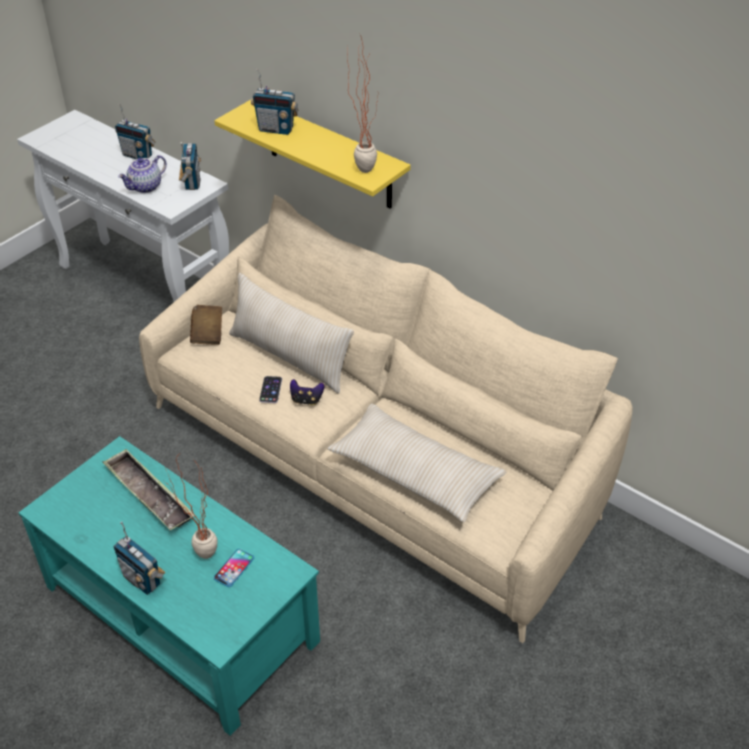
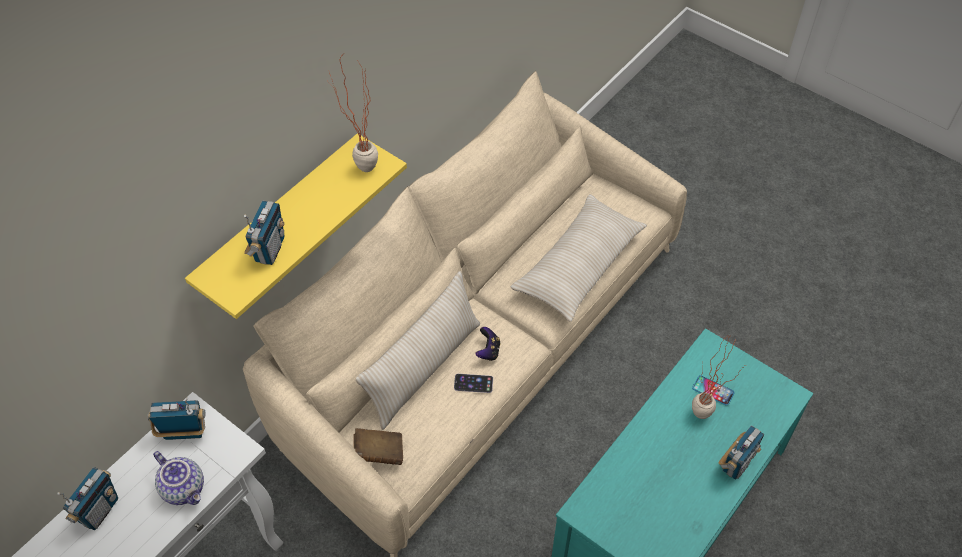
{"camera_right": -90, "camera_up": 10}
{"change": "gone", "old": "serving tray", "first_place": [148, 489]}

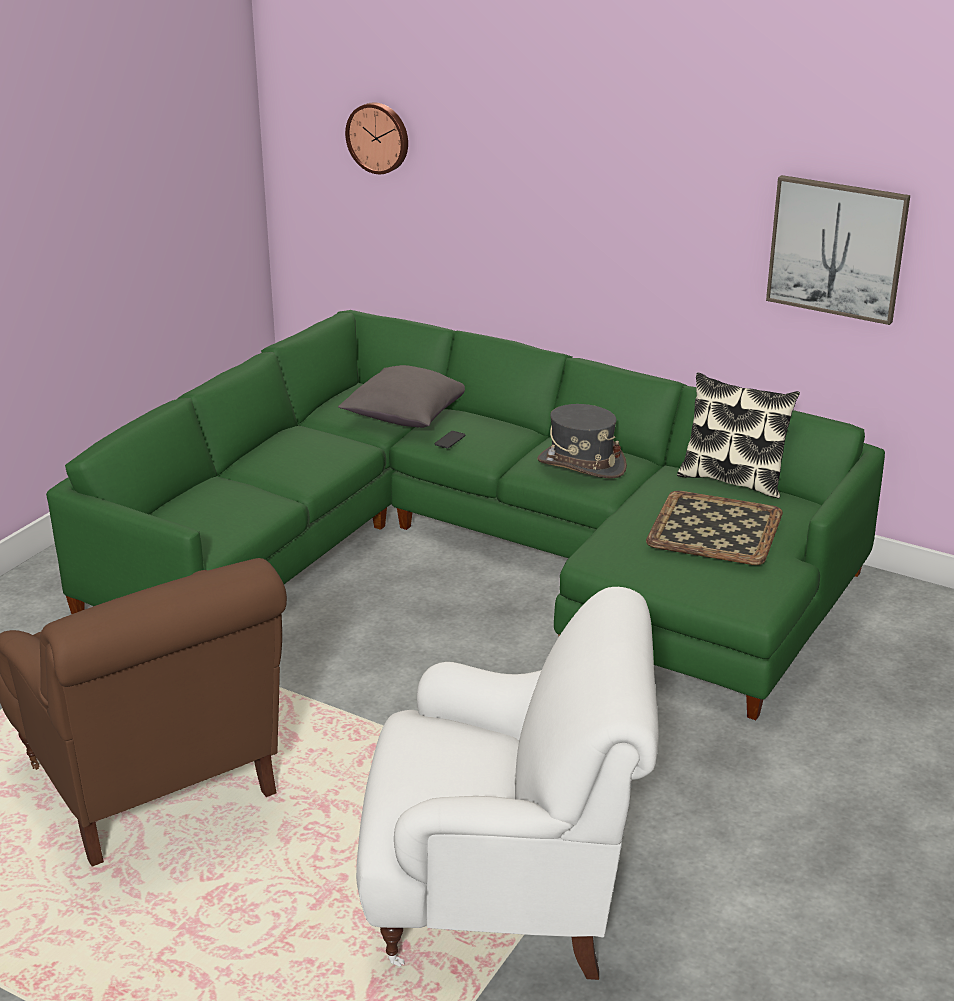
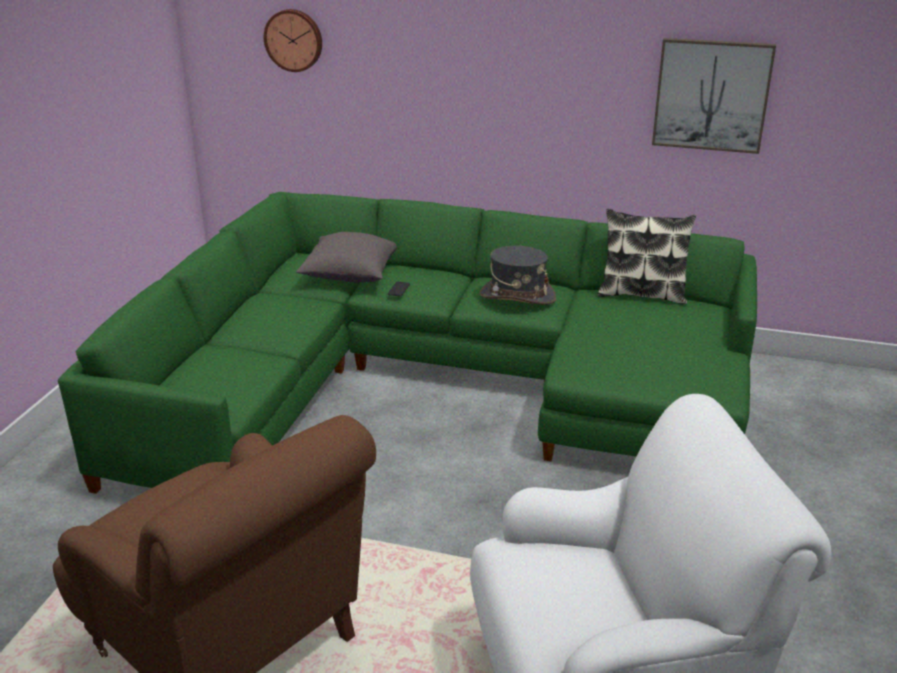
{"camera_right": -15, "camera_up": 0}
{"change": "gone", "old": "serving tray", "first_place": [714, 528]}

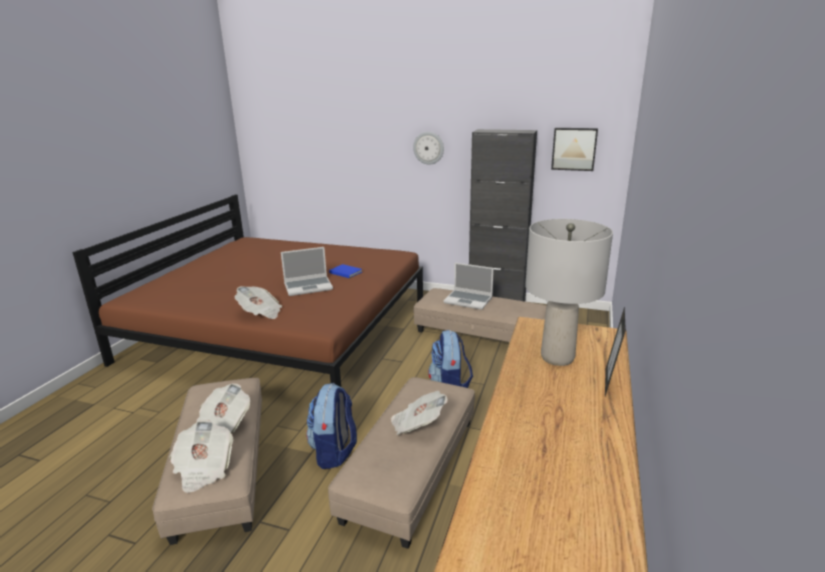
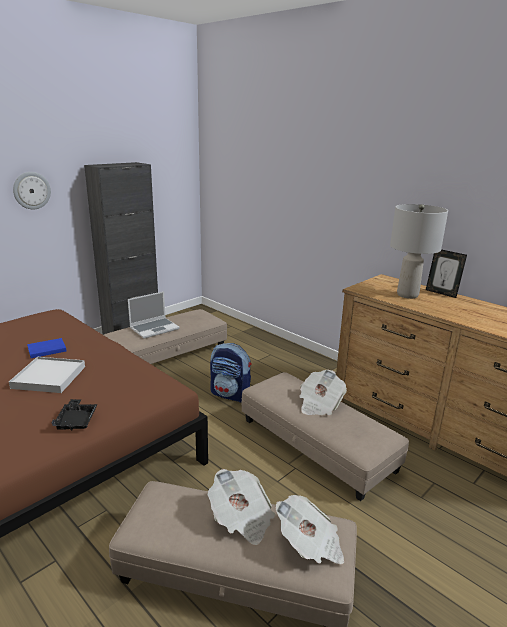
{"camera_right": -65, "camera_up": 0}
{"change": "swapped", "old": "newspaper", "new": "serving tray (blackish)", "first_place": [258, 302], "second_place": [74, 415]}
{"change": "swapped", "old": "laptop", "new": "serving tray (white)", "first_place": [307, 271], "second_place": [47, 375]}
{"change": "gone", "old": "rucksack", "first_place": [331, 426]}
{"change": "gone", "old": "wall art", "first_place": [574, 149]}

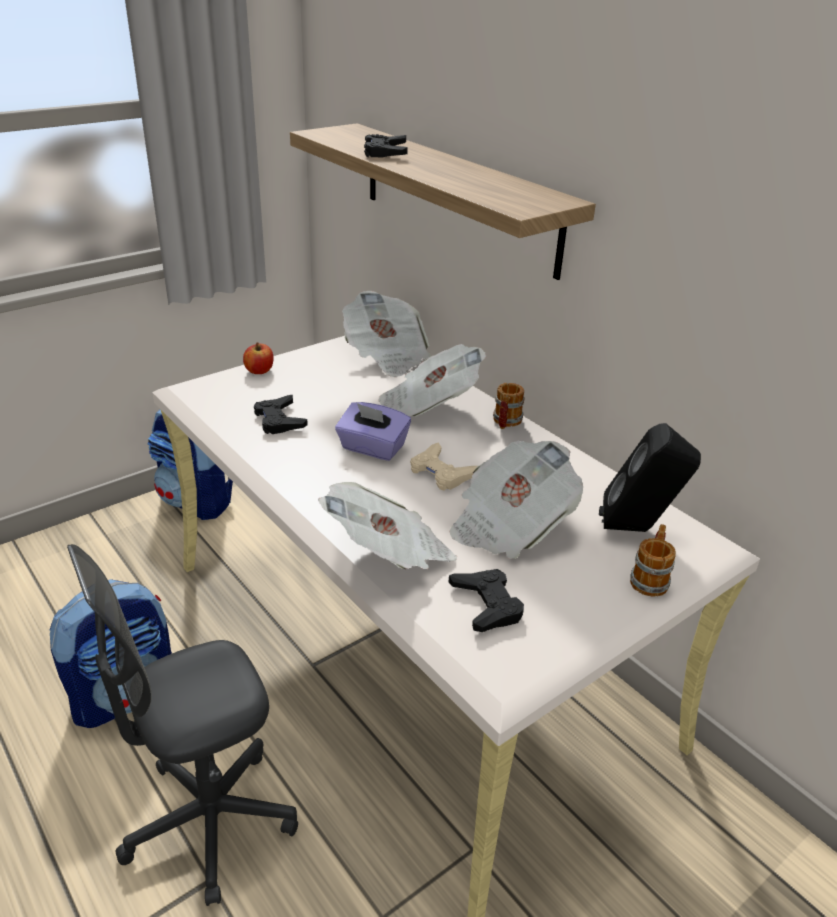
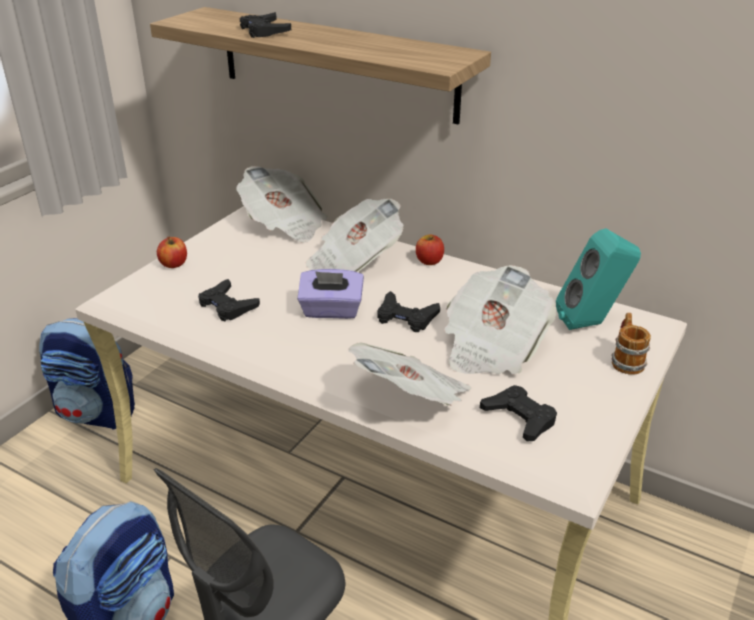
{"camera_right": -20, "camera_up": 0}
{"change": "repainted", "old": "gamepad (beige-coloured)", "new": "gamepad (blackish)", "first_place": [443, 467], "second_place": [409, 311]}
{"change": "swapped", "old": "mug", "new": "whole apple", "first_place": [509, 406], "second_place": [430, 250]}
{"change": "repainted", "old": "audio speaker (blackish)", "new": "audio speaker (turquoise)", "first_place": [650, 477], "second_place": [598, 279]}

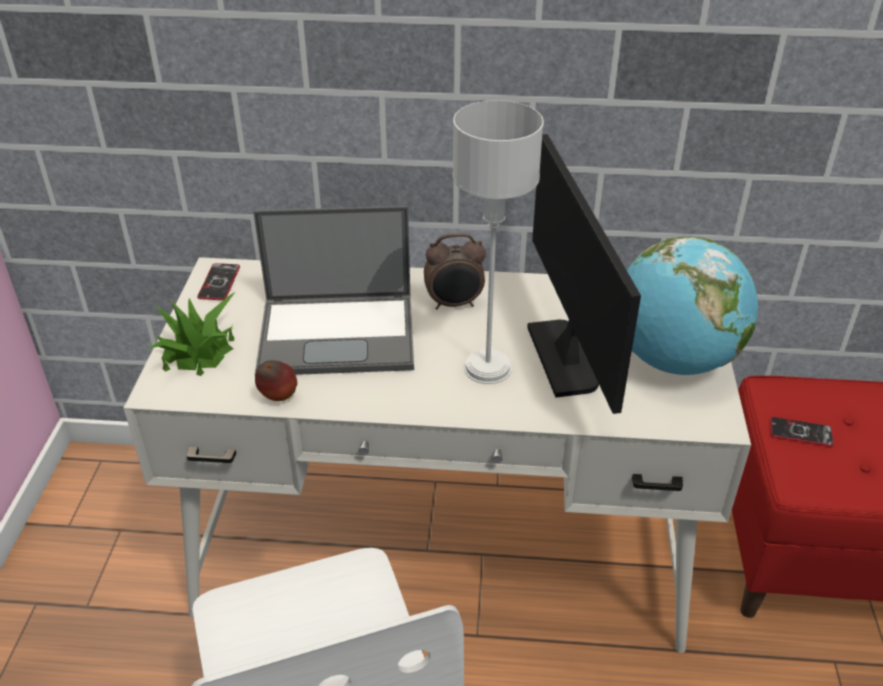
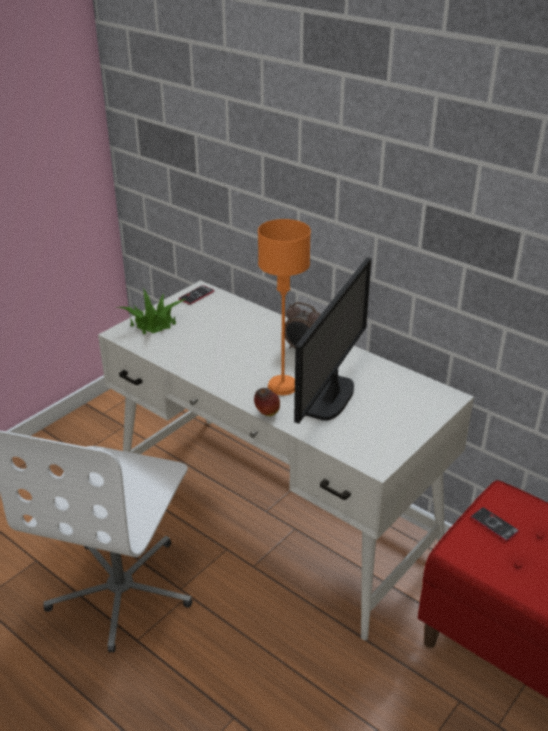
{"camera_right": 35, "camera_up": -5}
{"change": "gone", "old": "laptop", "first_place": [333, 290]}
{"change": "shifted", "old": "whole apple", "first_place": [276, 380], "second_place": [267, 402]}
{"change": "repainted", "old": "lamp for a table (gray)", "new": "lamp for a table (orangey)", "first_place": [498, 242], "second_place": [284, 307]}
{"change": "gone", "old": "globe", "first_place": [692, 305]}

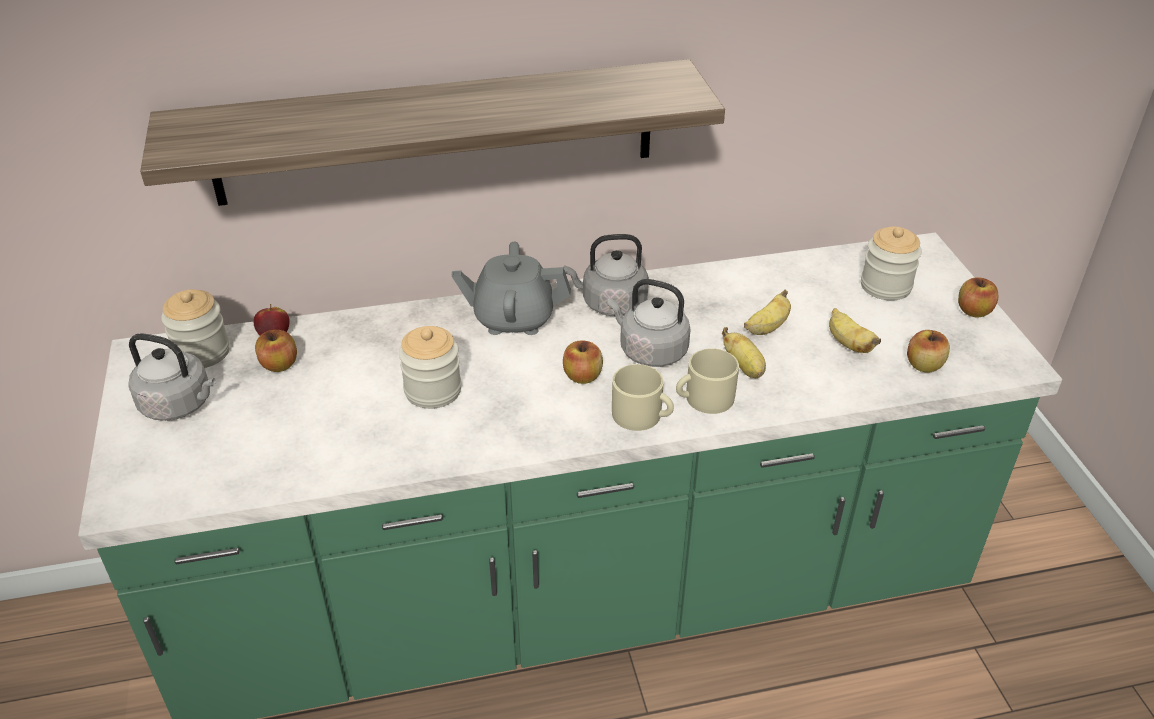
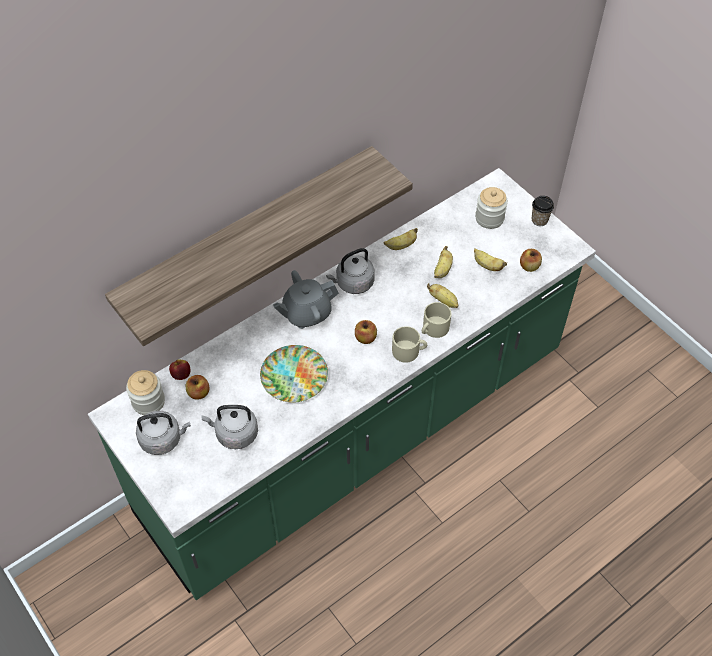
{"camera_right": -25, "camera_up": 15}
{"change": "swapped", "old": "preserve jar", "new": "dinner plate", "first_place": [430, 367], "second_place": [294, 374]}
{"change": "shifted", "old": "kettle (gray)", "first_place": [648, 323], "second_place": [229, 427]}
{"change": "swapped", "old": "whole apple", "new": "cup", "first_place": [978, 297], "second_place": [543, 211]}
{"change": "new", "new": "banana", "second_place": [401, 239]}

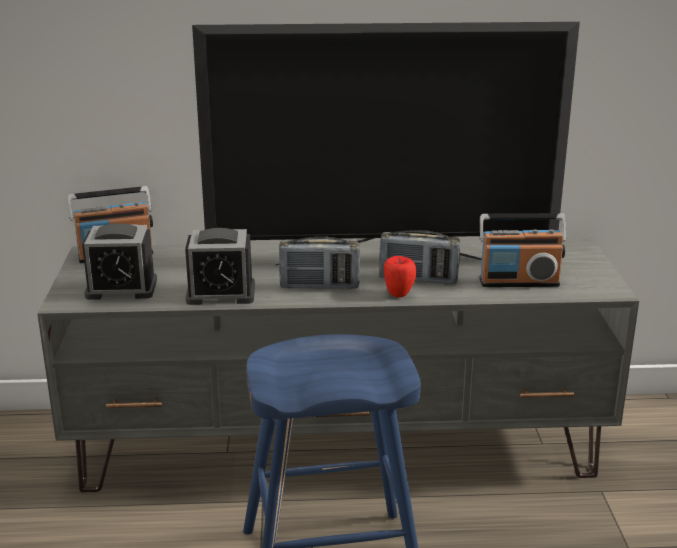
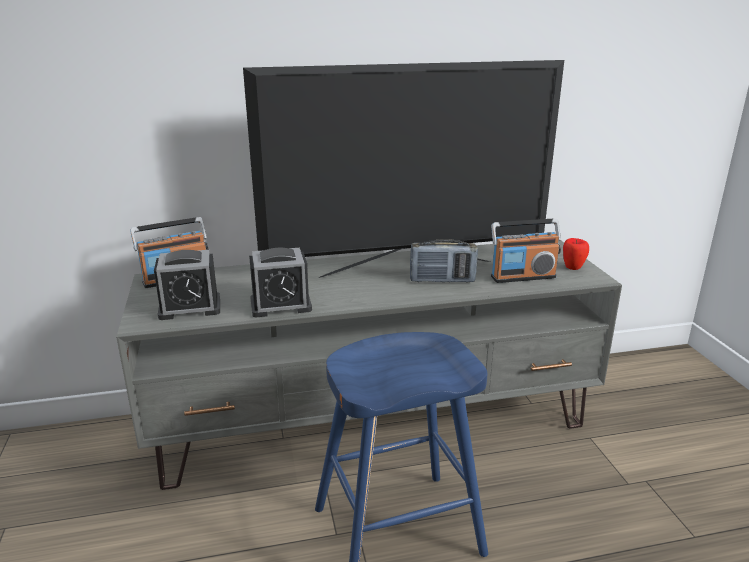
{"camera_right": -10, "camera_up": 0}
{"change": "gone", "old": "radio set", "first_place": [319, 263]}
{"change": "shifted", "old": "whole apple", "first_place": [400, 277], "second_place": [576, 254]}

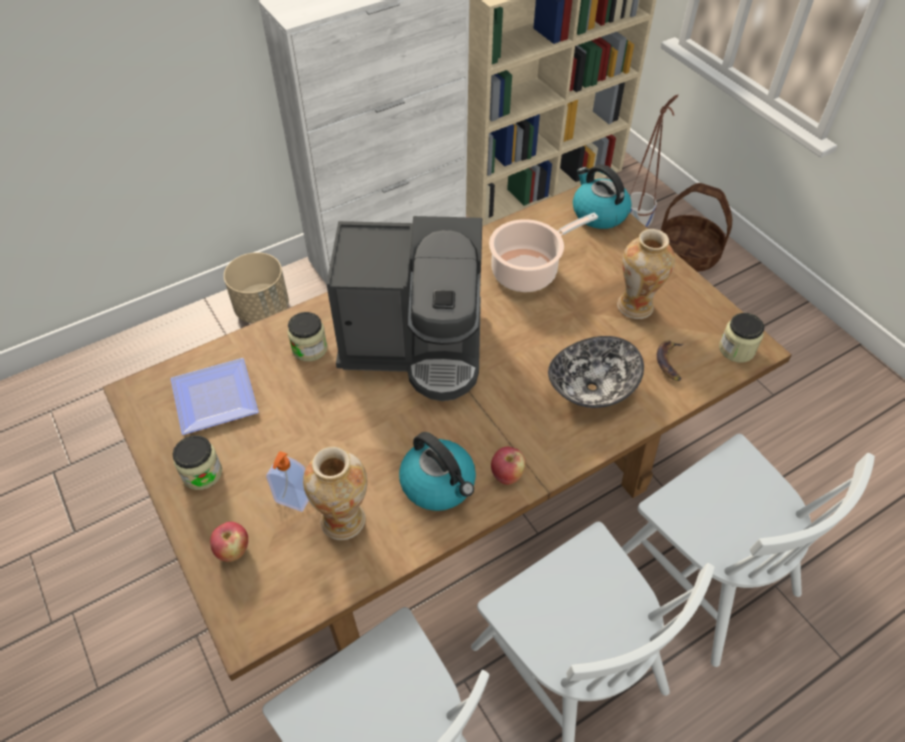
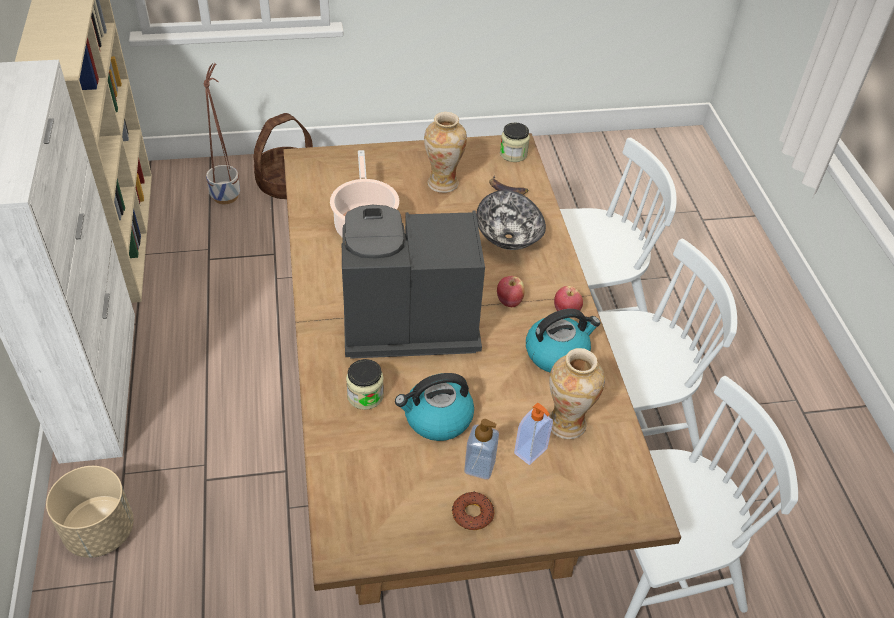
{"camera_right": -70, "camera_up": -5}
{"change": "gone", "old": "dinner plate", "first_place": [215, 396]}
{"change": "swapped", "old": "preserve jar", "new": "doughnut", "first_place": [197, 462], "second_place": [473, 511]}
{"change": "shifted", "old": "whole apple", "first_place": [229, 542], "second_place": [511, 291]}
{"change": "rotated", "old": "coffee machine", "first_place": [404, 308], "second_place": [413, 282], "degrees": -120}
{"change": "shifted", "old": "kettle", "first_place": [602, 196], "second_place": [434, 407]}
{"change": "new", "new": "soap dispenser", "second_place": [481, 449]}

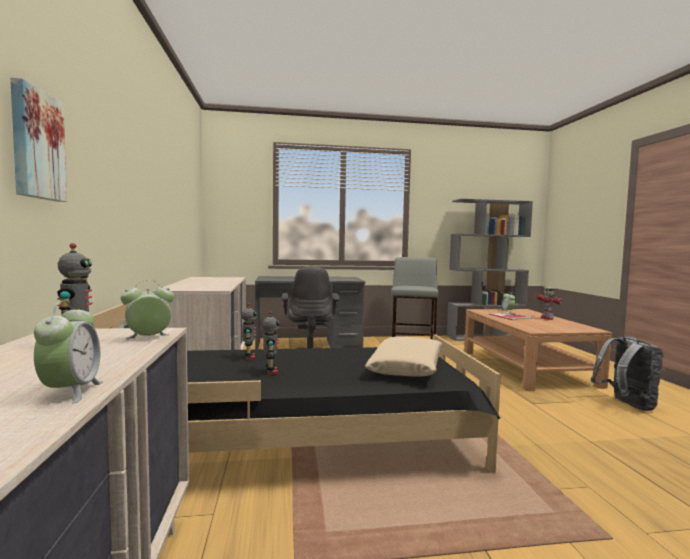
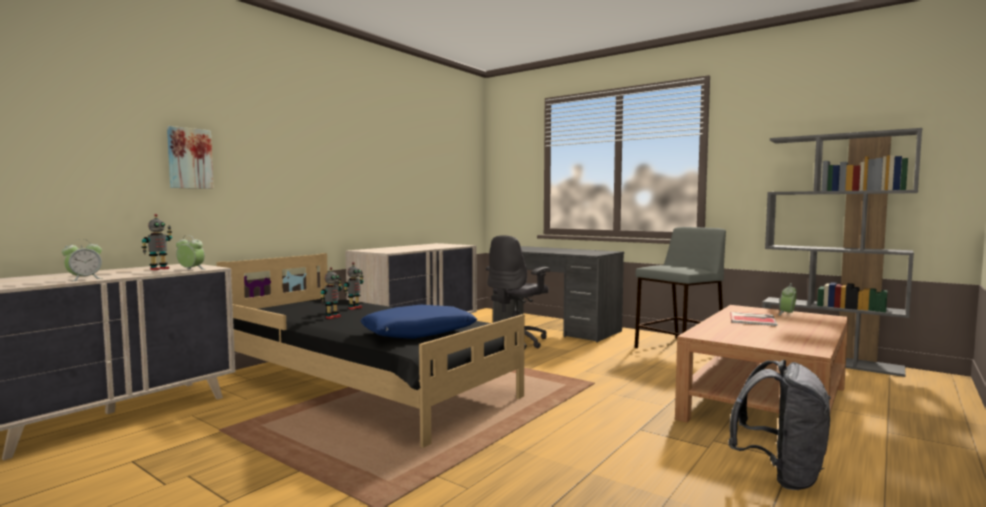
{"camera_right": 45, "camera_up": 0}
{"change": "repainted", "old": "cushion (beige-coloured)", "new": "cushion (blue)", "first_place": [404, 356], "second_place": [418, 322]}
{"change": "gone", "old": "toy robot", "first_place": [549, 303]}

